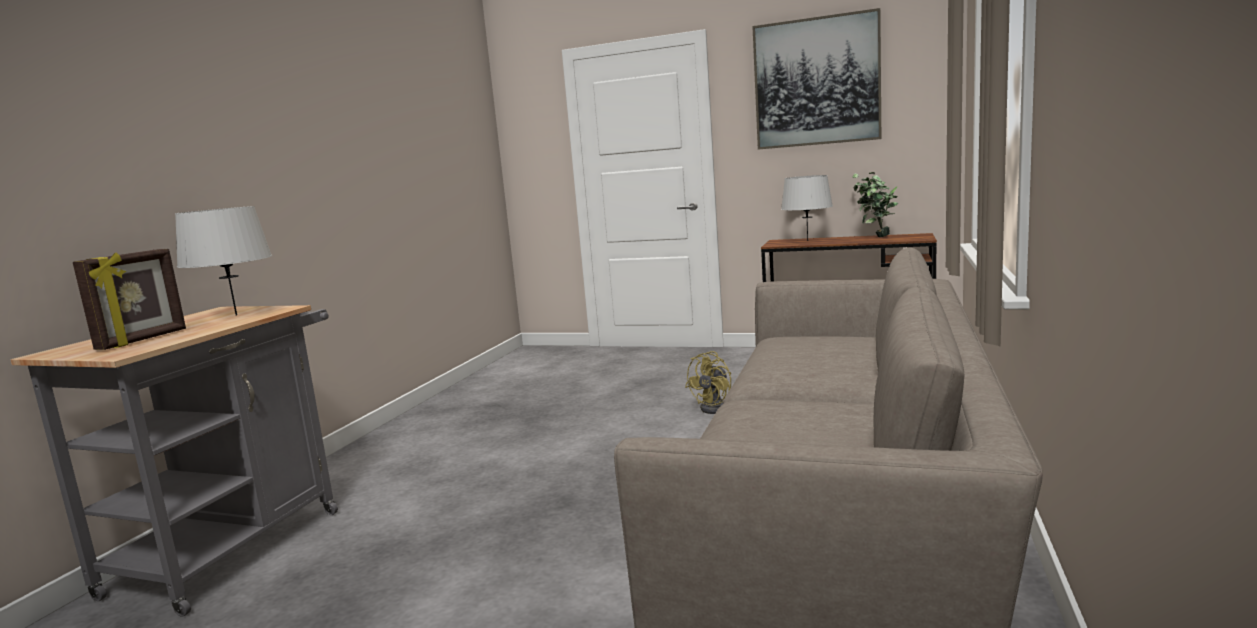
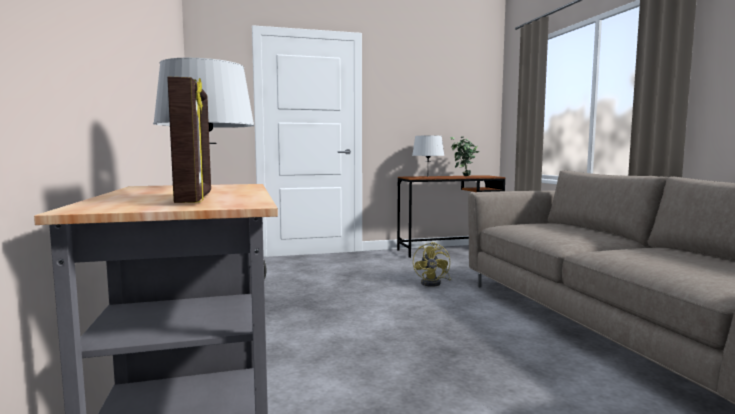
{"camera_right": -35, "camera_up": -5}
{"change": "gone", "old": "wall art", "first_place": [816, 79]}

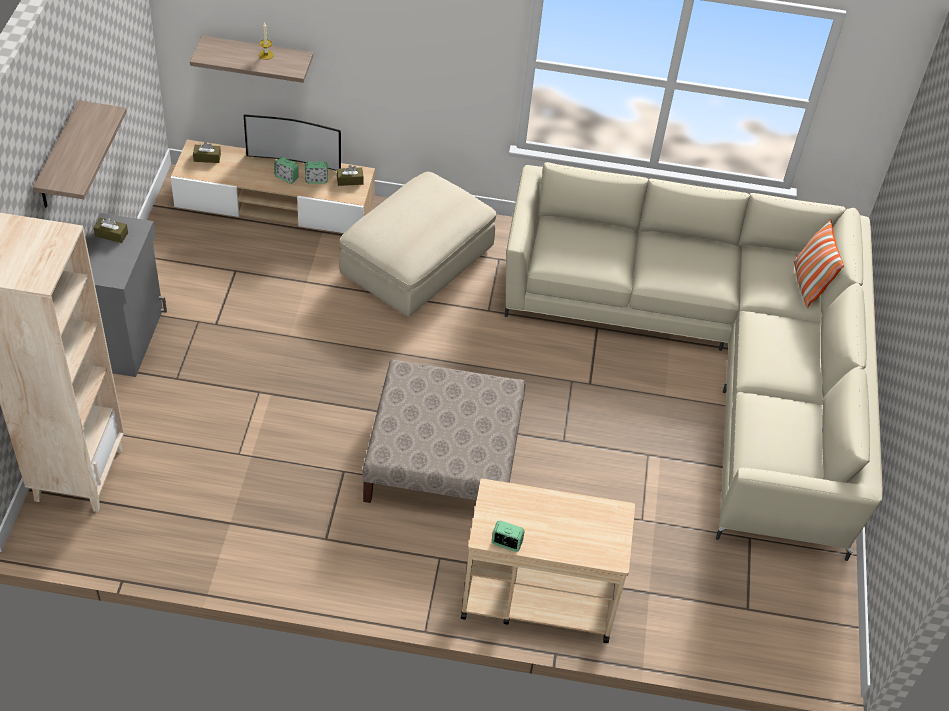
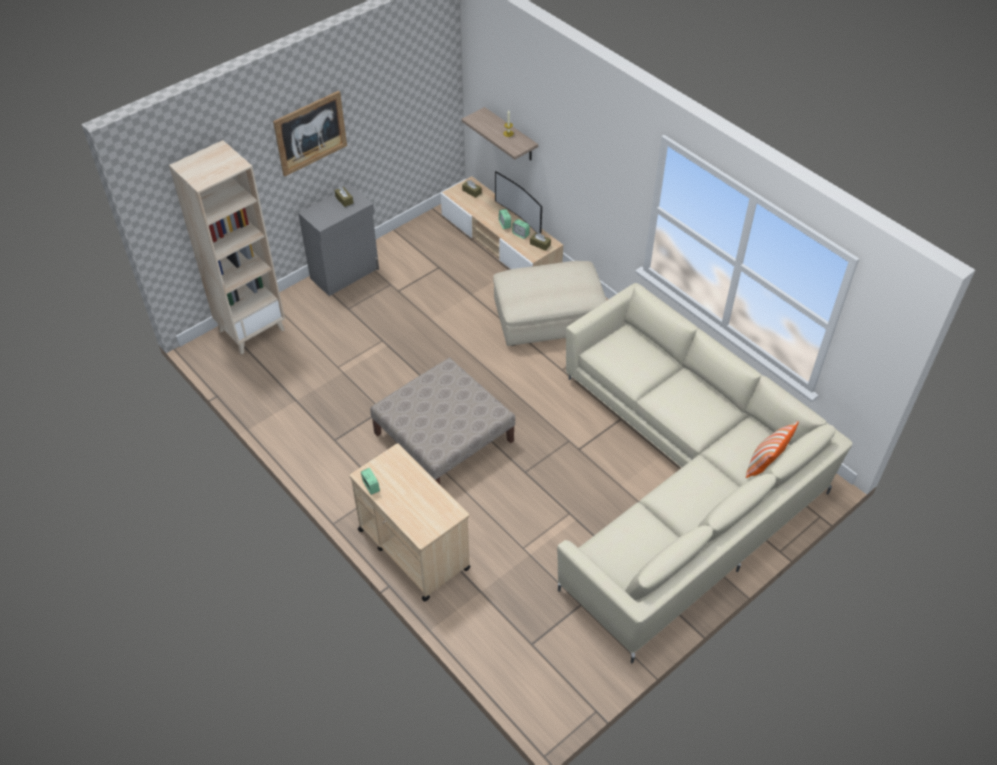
{"camera_right": 45, "camera_up": 0}
{"change": "swapped", "old": "wall shelf", "new": "wall art", "first_place": [80, 153], "second_place": [310, 134]}

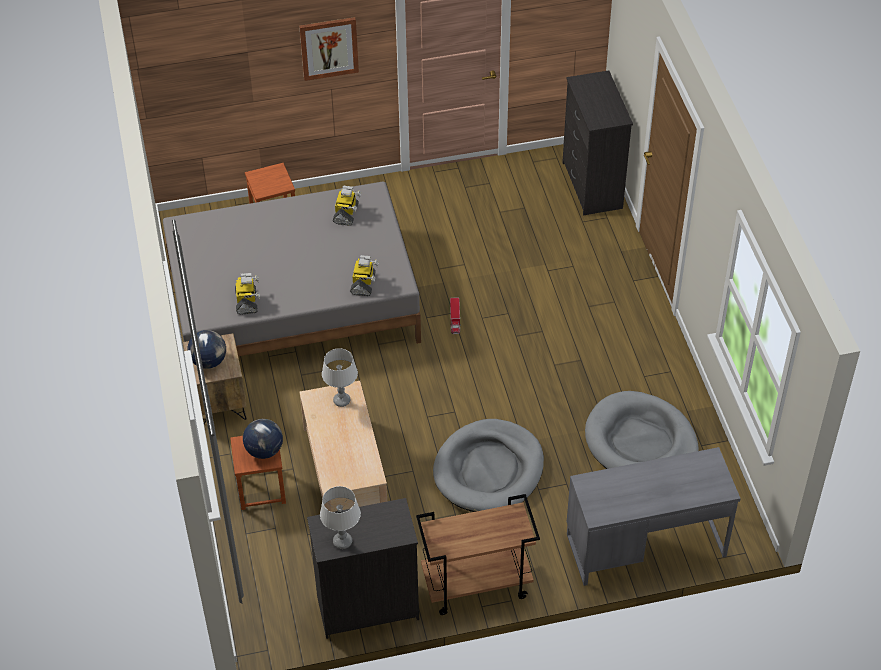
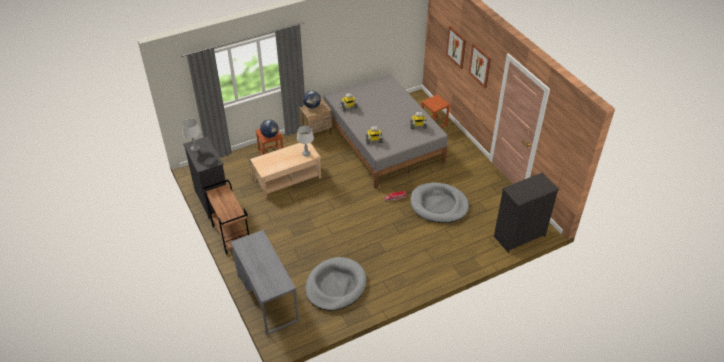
{"camera_right": 75, "camera_up": -5}
{"change": "shifted", "old": "pet bed (gray)", "first_place": [488, 465], "second_place": [439, 202]}
{"change": "new", "new": "wall art", "second_place": [456, 47]}

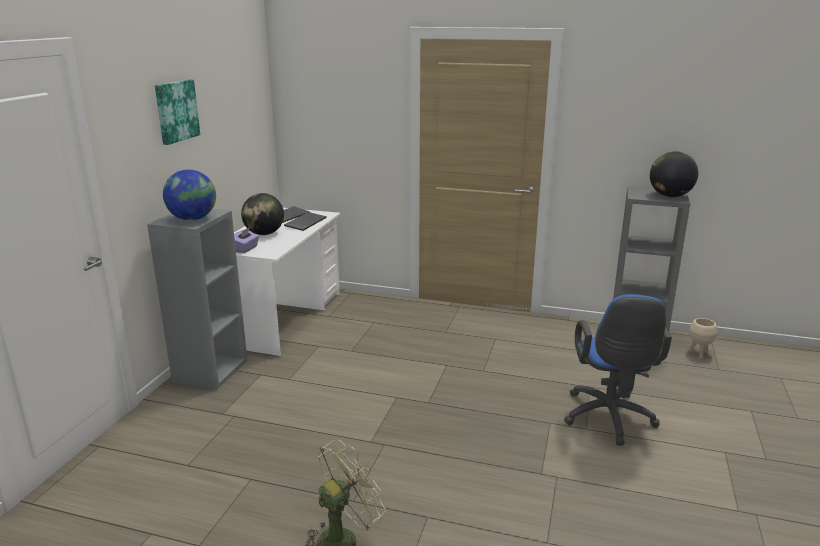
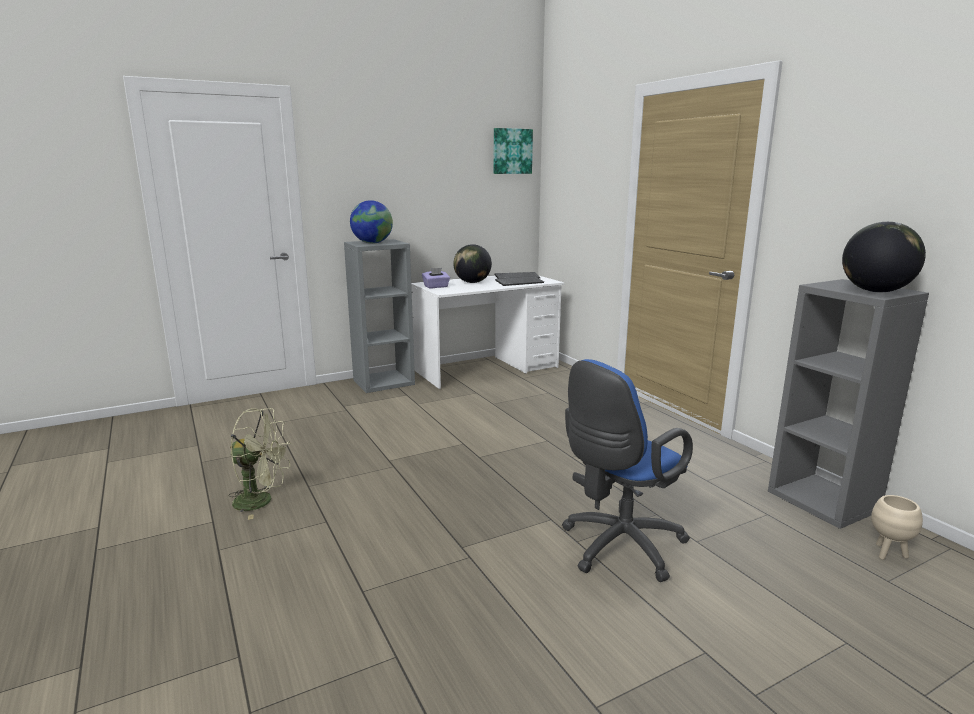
{"camera_right": 45, "camera_up": -5}
{"change": "shifted", "old": "wall art", "first_place": [177, 112], "second_place": [513, 151]}

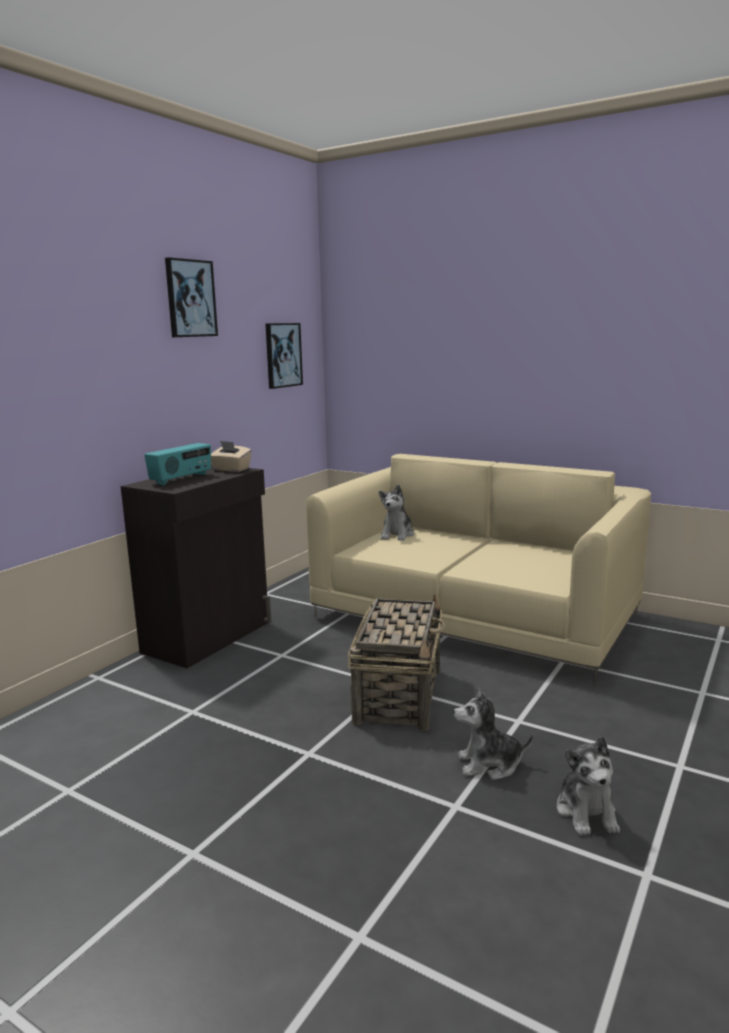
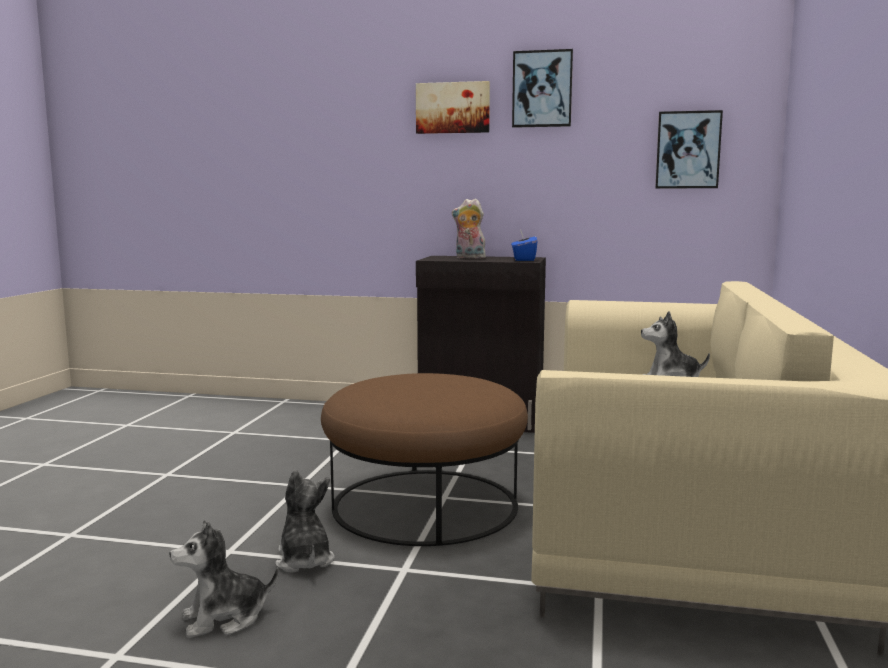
{"camera_right": 70, "camera_up": -5}
{"change": "swapped", "old": "radio set", "new": "plush toy", "first_place": [177, 464], "second_place": [469, 228]}
{"change": "repainted", "old": "box of tissues (beige-coloured)", "new": "box of tissues (blue)", "first_place": [231, 456], "second_place": [524, 245]}
{"change": "swapped", "old": "basket", "new": "footrest (brown)", "first_place": [396, 662], "second_place": [424, 459]}
{"change": "new", "new": "wall art", "second_place": [453, 107]}

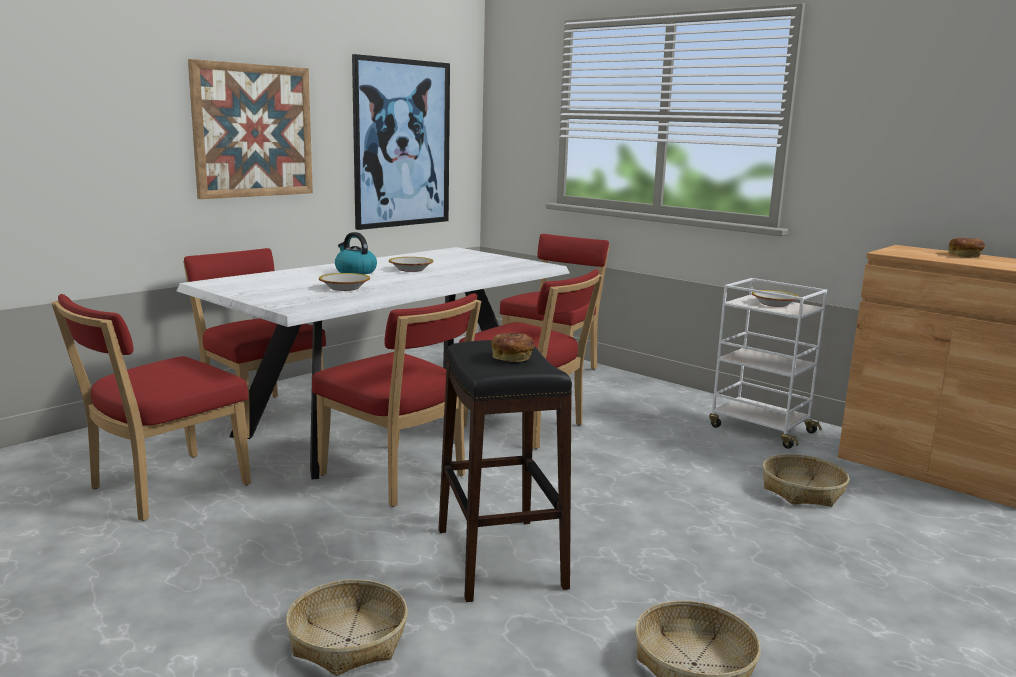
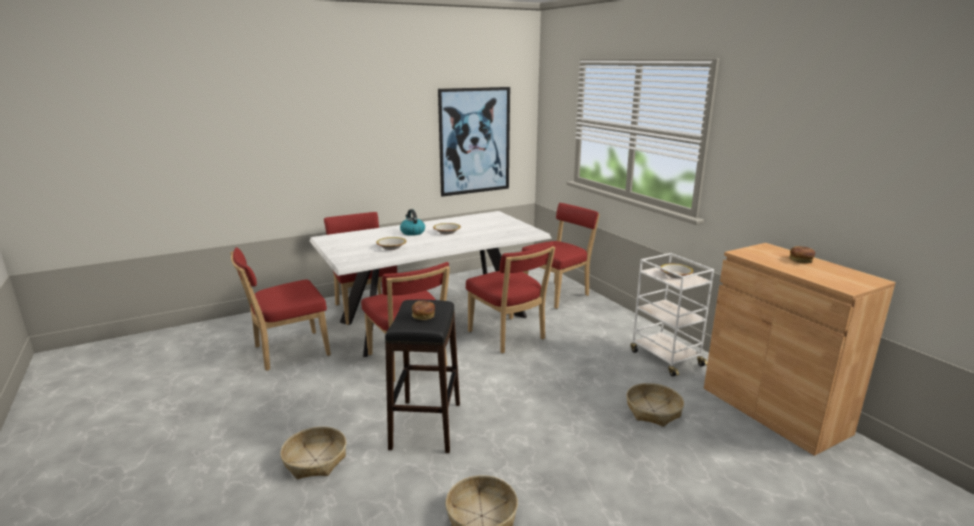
{"camera_right": 20, "camera_up": 5}
{"change": "gone", "old": "wall art", "first_place": [250, 129]}

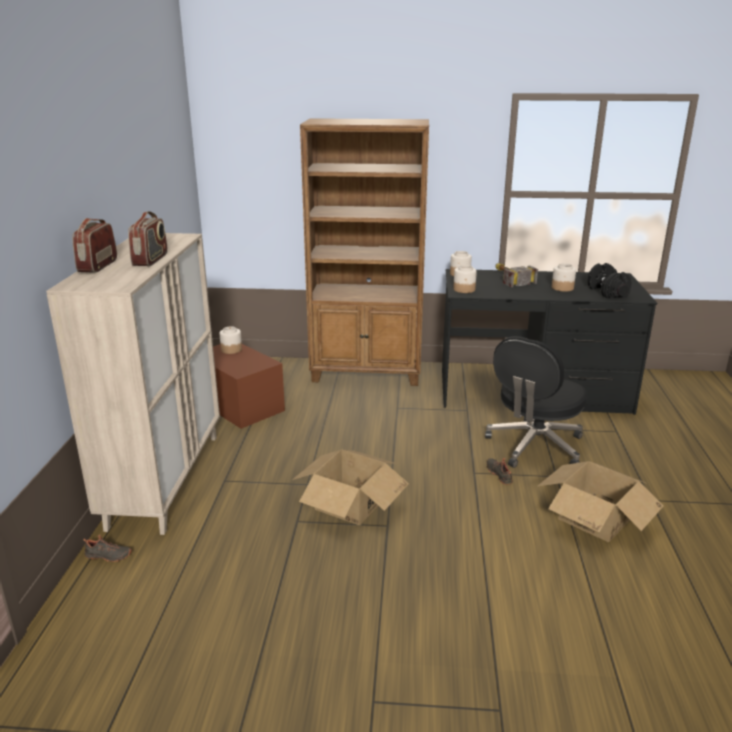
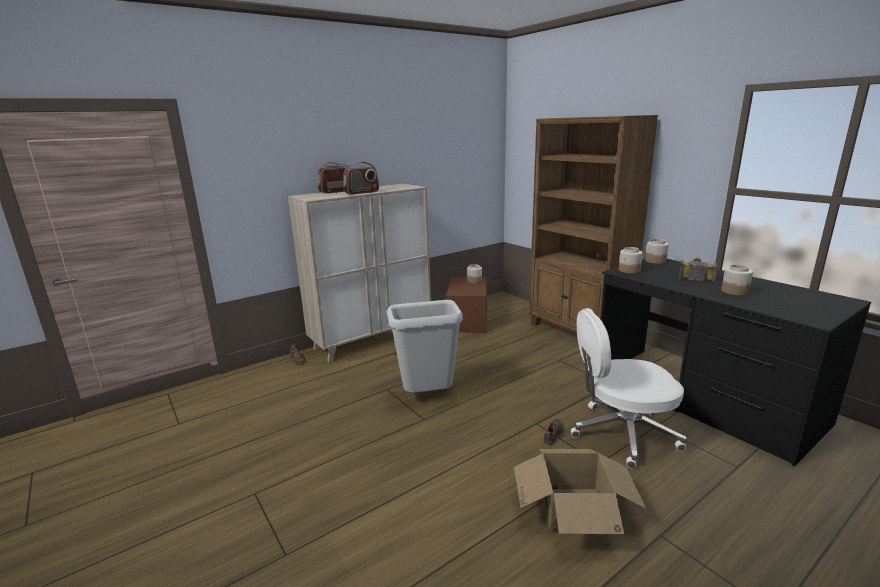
{"camera_right": 50, "camera_up": -5}
{"change": "swapped", "old": "cardboard box", "new": "waste bin (gray)", "first_place": [350, 487], "second_place": [425, 346]}
{"change": "repainted", "old": "computer chair (blackish)", "new": "computer chair (white)", "first_place": [536, 402], "second_place": [629, 388]}
{"change": "gone", "old": "dumbbell (blackish)", "first_place": [609, 281]}

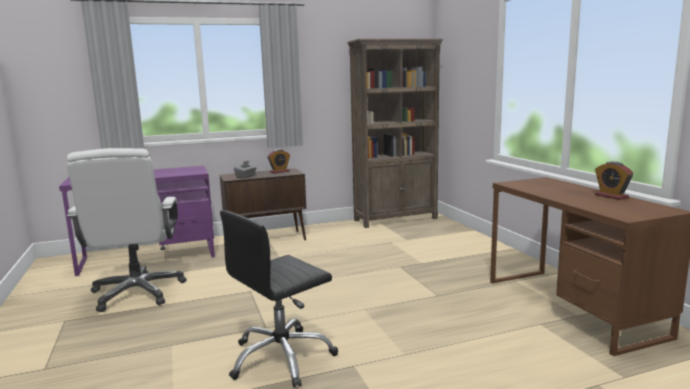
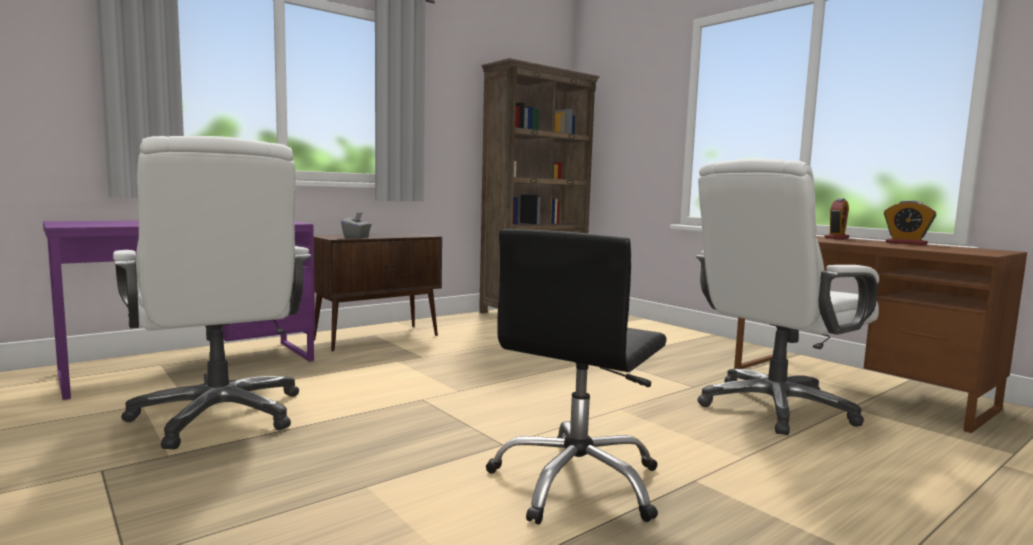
{"camera_right": -20, "camera_up": -5}
{"change": "shifted", "old": "bedside clock", "first_place": [278, 161], "second_place": [837, 218]}
{"change": "new", "new": "computer chair (white)", "second_place": [787, 296]}

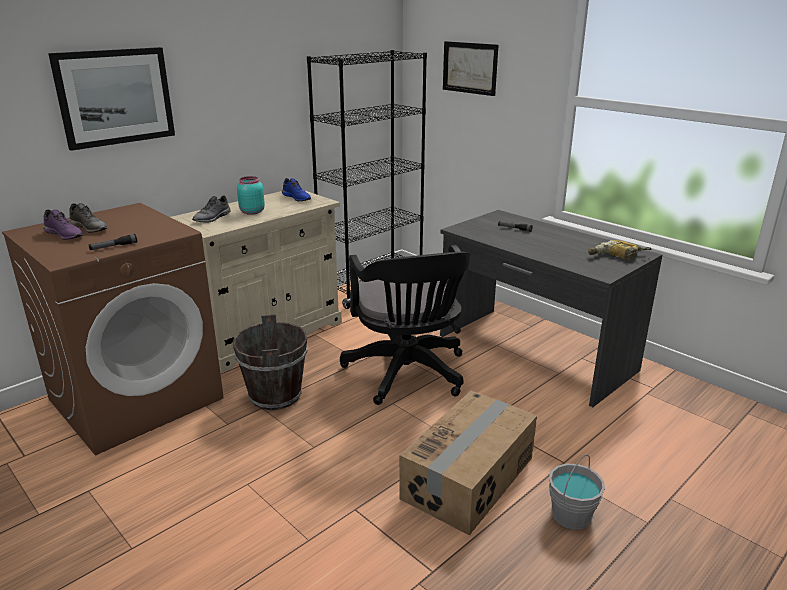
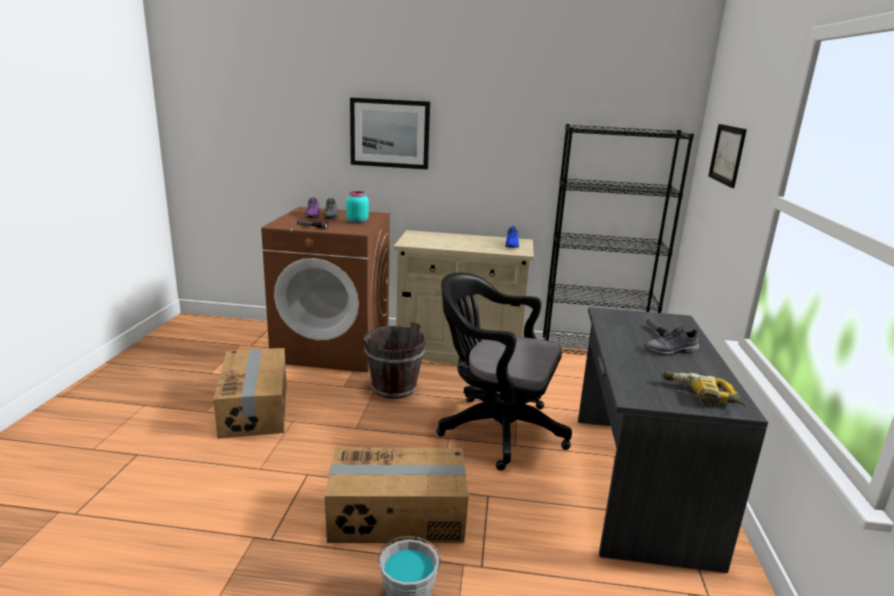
{"camera_right": 50, "camera_up": -5}
{"change": "shifted", "old": "shoe (gray)", "first_place": [211, 209], "second_place": [672, 341]}
{"change": "shifted", "old": "preserve jar (turquoise)", "first_place": [251, 195], "second_place": [357, 207]}
{"change": "rotated", "old": "computer chair (blackish)", "first_place": [405, 325], "second_place": [504, 371], "degrees": 75}
{"change": "new", "new": "cardboard box", "second_place": [249, 393]}

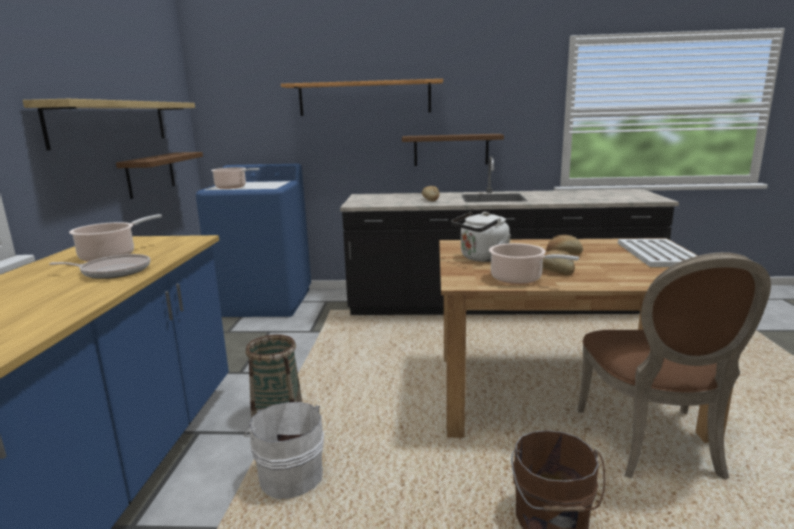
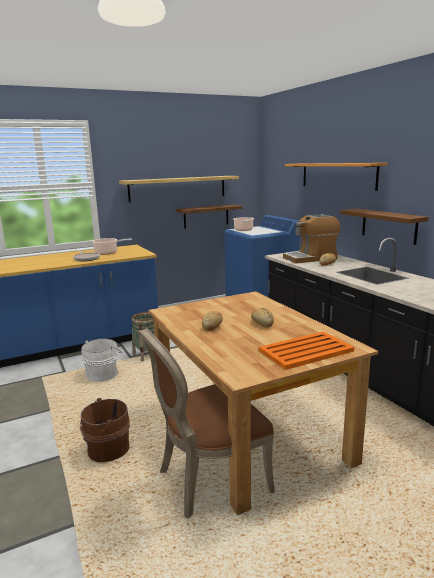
{"camera_right": 60, "camera_up": 0}
{"change": "gone", "old": "kettle (white)", "first_place": [481, 237]}
{"change": "gone", "old": "cooking pot", "first_place": [534, 263]}
{"change": "repainted", "old": "serving tray (white)", "new": "serving tray (orangey)", "first_place": [657, 253], "second_place": [306, 351]}
{"change": "new", "new": "coffee machine", "second_place": [311, 239]}

